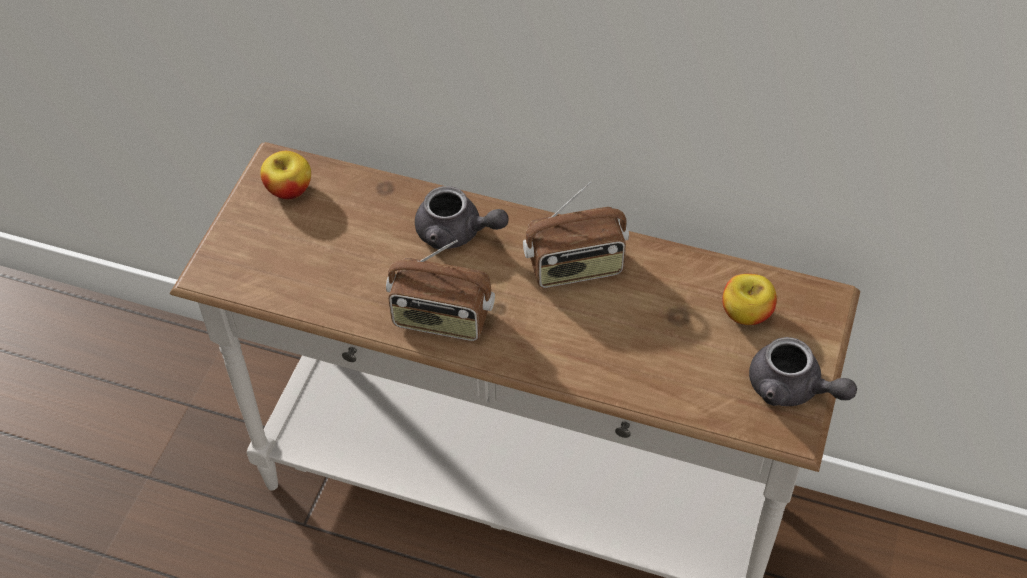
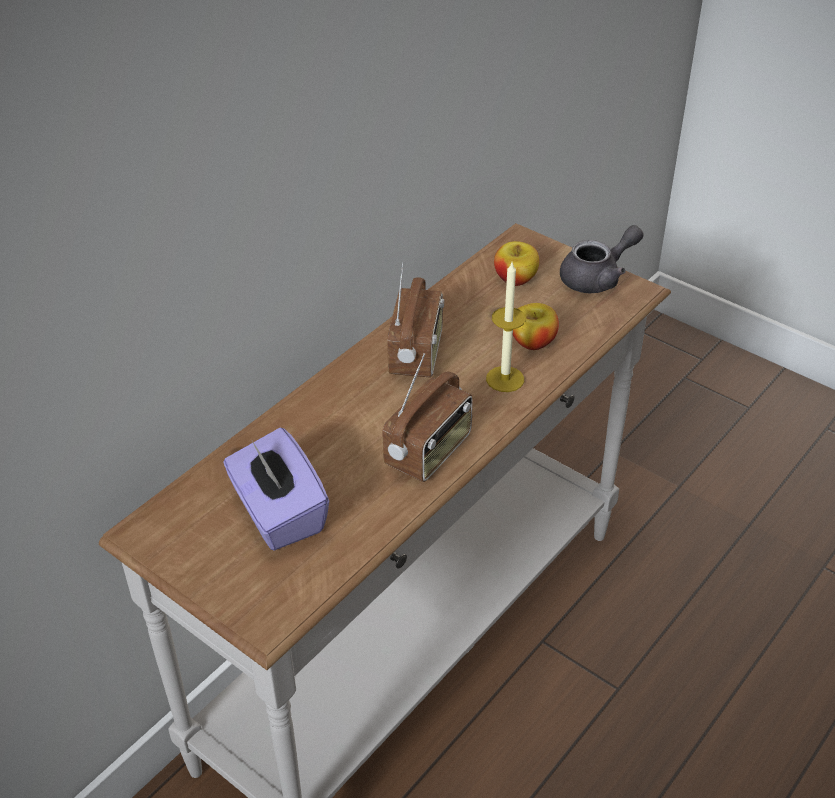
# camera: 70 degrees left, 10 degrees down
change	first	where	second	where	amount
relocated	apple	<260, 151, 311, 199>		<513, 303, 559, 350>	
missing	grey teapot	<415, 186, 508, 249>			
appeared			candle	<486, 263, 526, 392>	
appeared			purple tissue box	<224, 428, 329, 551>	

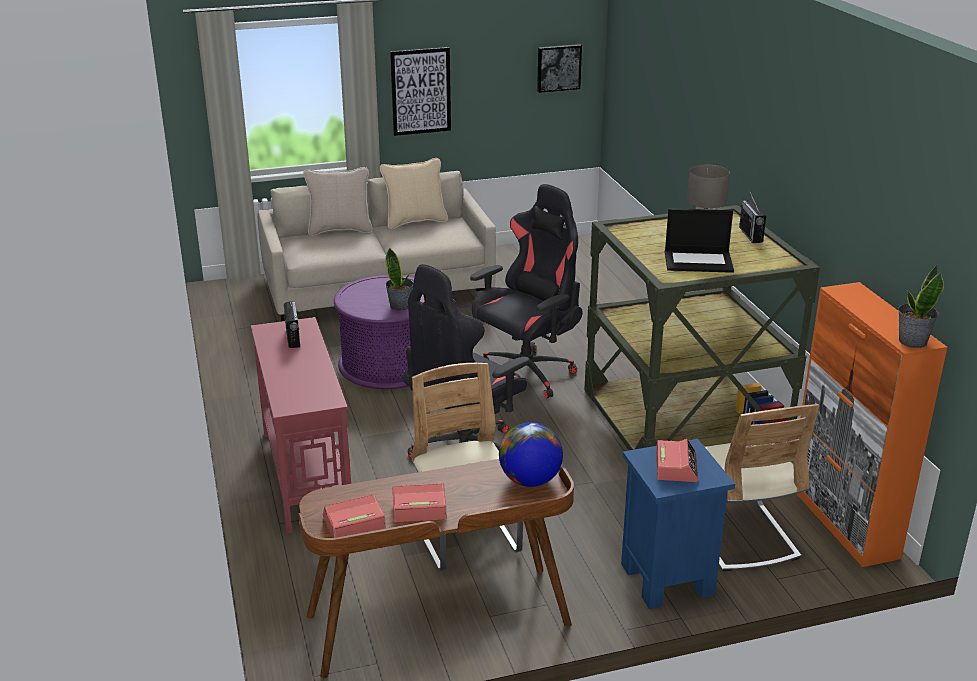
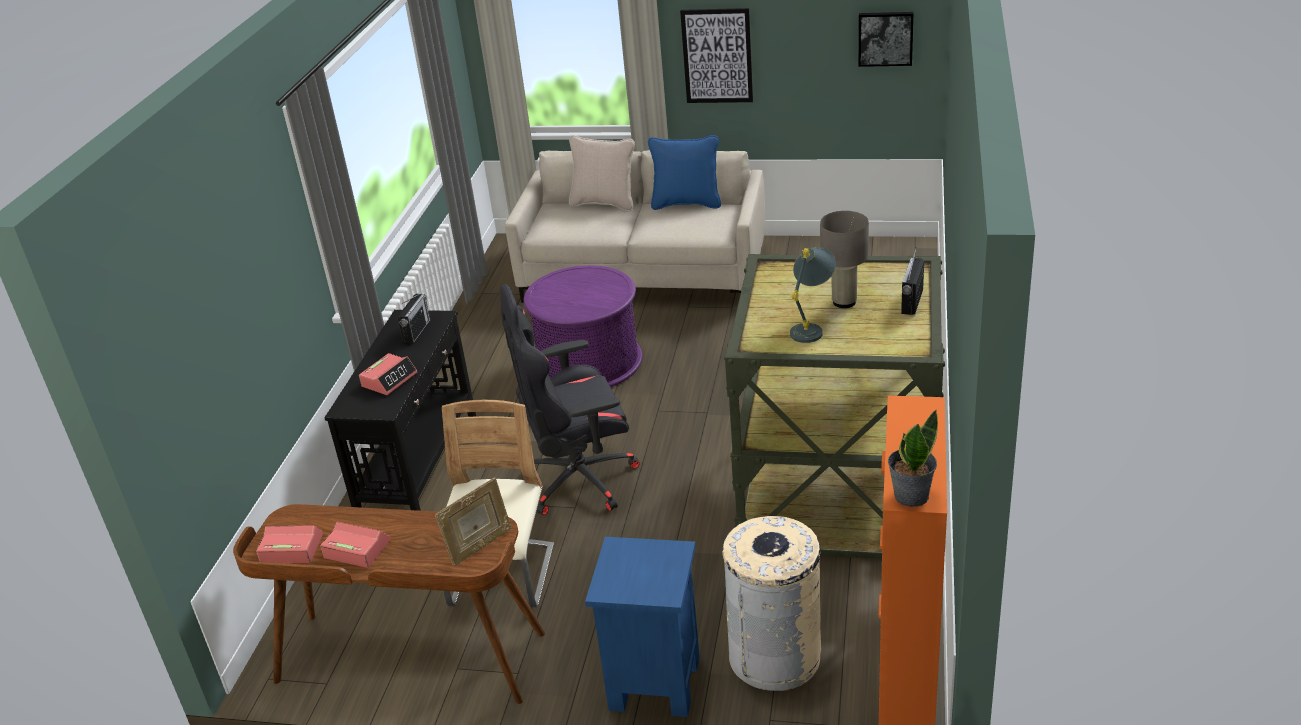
# camera: 30 degrees right, 5 degrees up
change	first	where	second	where	amount
colour	beige pillow	<380, 158, 448, 229>	blue pillow	<648, 135, 721, 210>	
missing	black office chair	<470, 184, 583, 398>			
exchanged	laptop	<665, 209, 734, 273>	grey table lamp	<790, 247, 836, 343>	
missing	potted plant	<385, 247, 413, 311>			
colour	red console table	<251, 317, 351, 534>	black console table	<324, 310, 476, 511>	
exchanged	beige chair	<705, 404, 820, 571>	beige trash can	<722, 516, 821, 691>	
exchanged	globe	<499, 422, 563, 487>	picture frame	<435, 477, 512, 566>	
relocated	alarm clock	<656, 439, 699, 482>		<359, 353, 417, 395>	

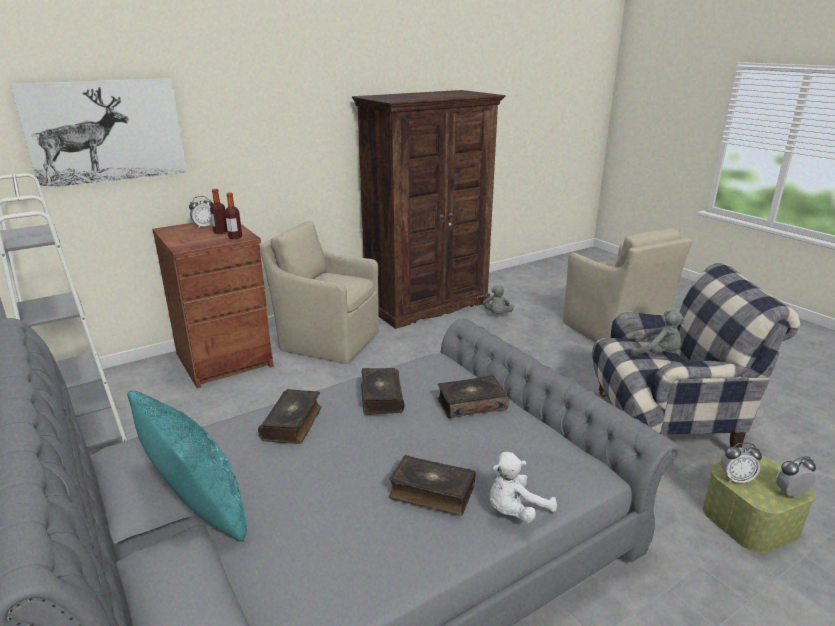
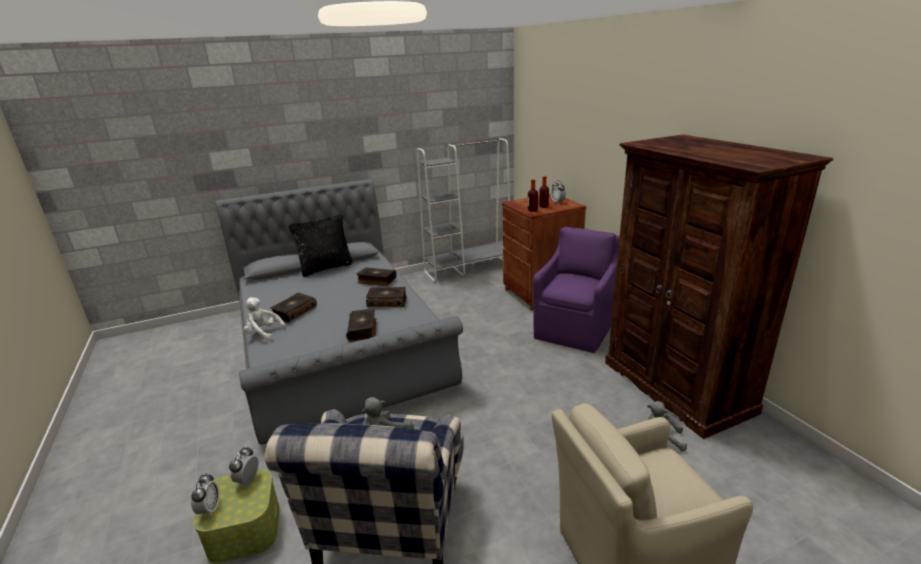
# camera: 100 degrees right, 0 degrees up
change	first	where	second	where	amount
missing	picture	<10, 78, 186, 189>			
colour	beige armchair	<260, 221, 379, 364>	purple armchair	<533, 227, 620, 353>	
colour	turquoise pillow	<127, 390, 247, 542>	black pillow	<289, 214, 353, 277>	
spun	white plush toy	<489, 452, 557, 523>		<243, 297, 286, 341>	45 degrees counterclockwise

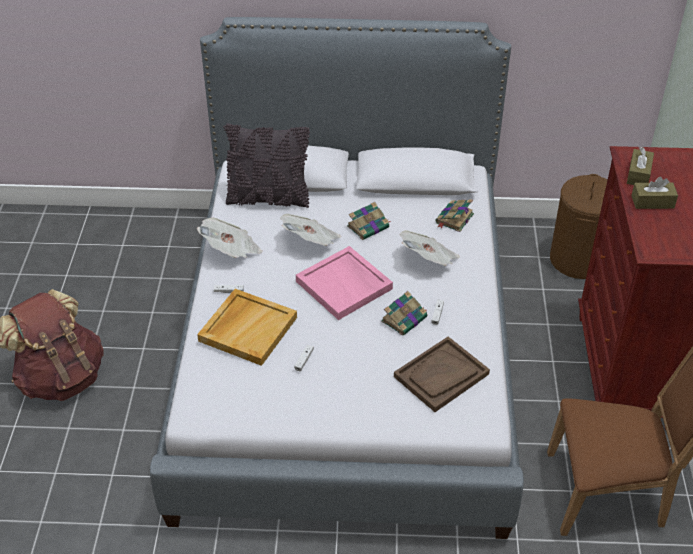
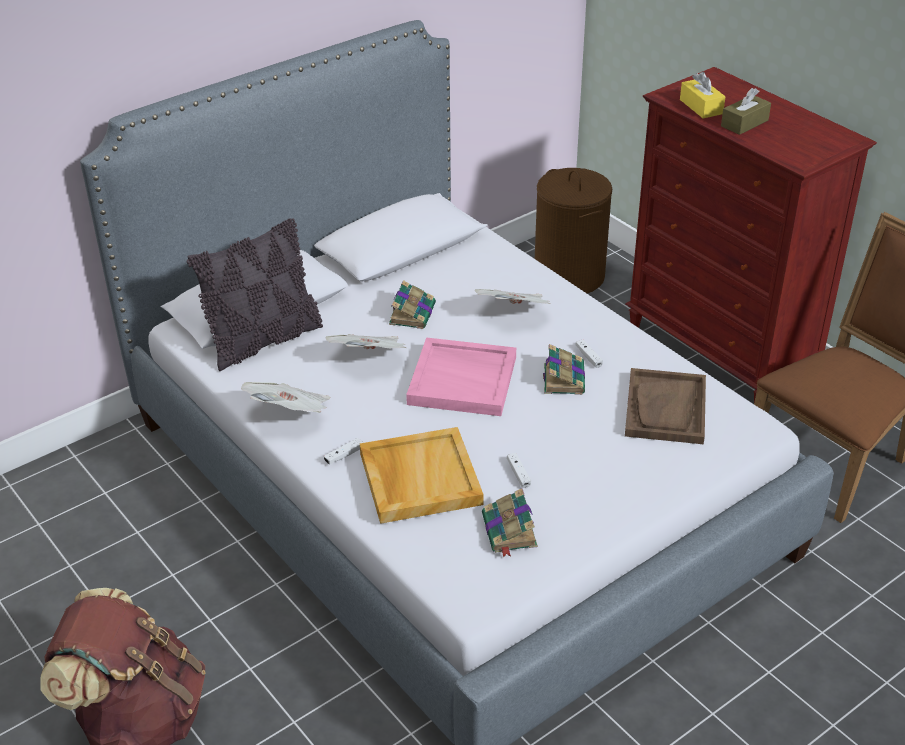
# camera: 40 degrees left, 5 degrees down
change	first	where	second	where	amount
colour	brown tissue box	<627, 147, 654, 185>	yellow tissue box	<680, 71, 726, 118>	
relocated	book	<436, 199, 474, 232>		<482, 488, 538, 557>	

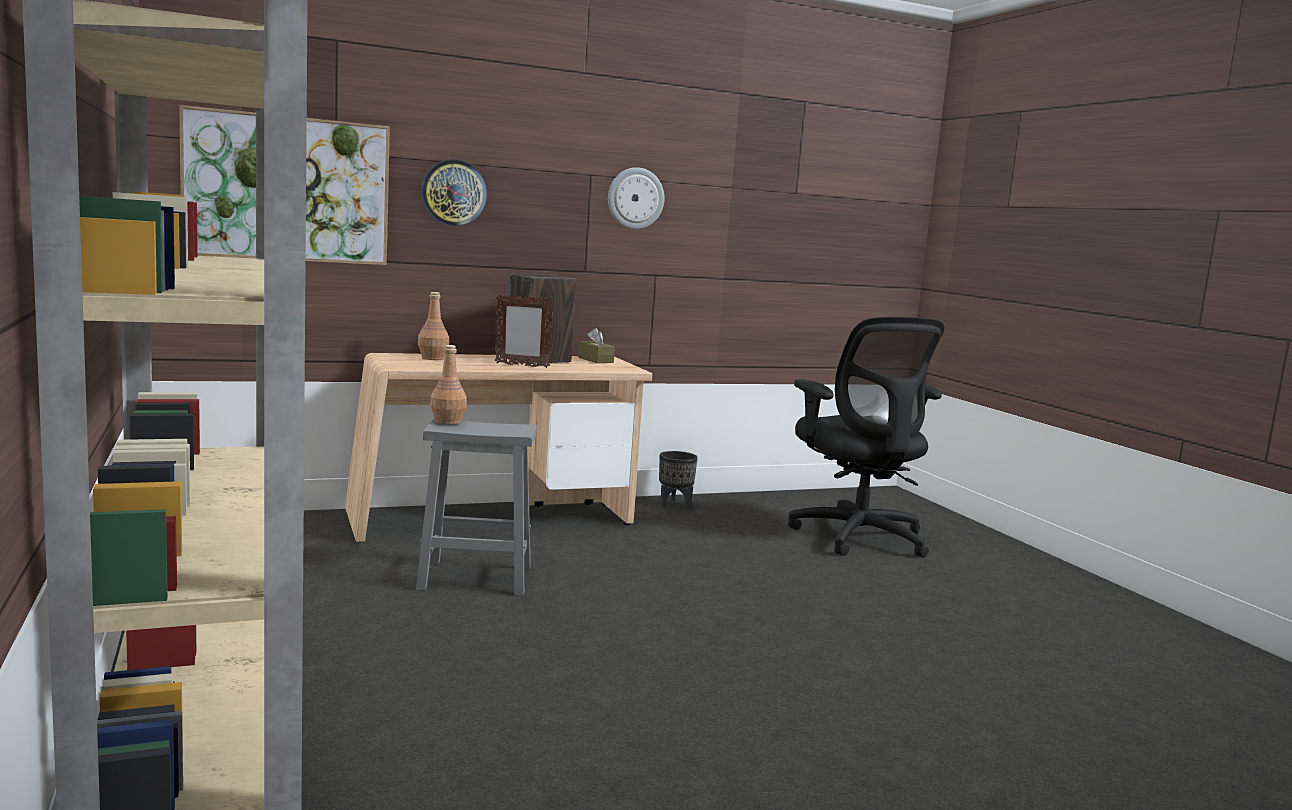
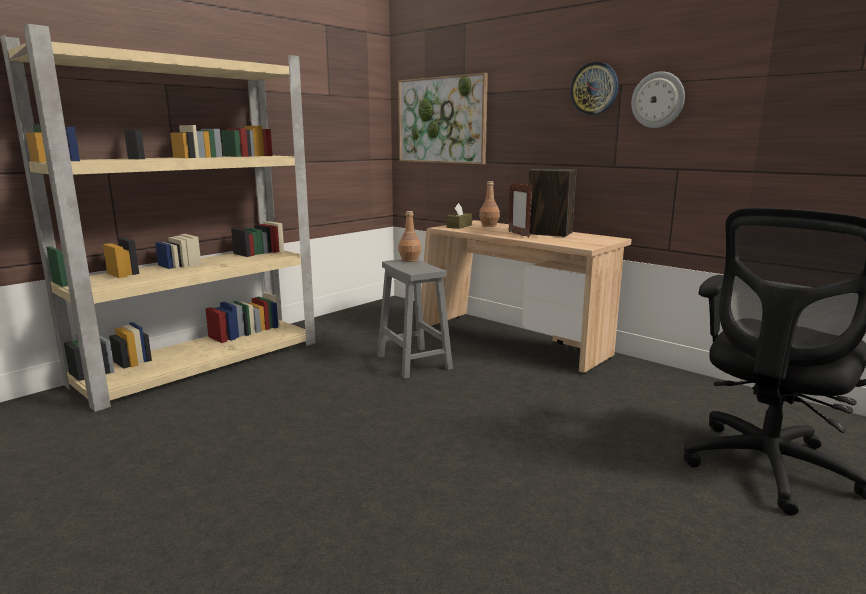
# camera: 65 degrees right, 5 degrees up
change	first	where	second	where	amount
relocated	wall clock	<421, 159, 487, 226>		<570, 62, 618, 115>	
relocated	brown tissue box	<578, 328, 615, 363>		<447, 203, 472, 229>	
missing	black planter	<659, 451, 698, 508>			

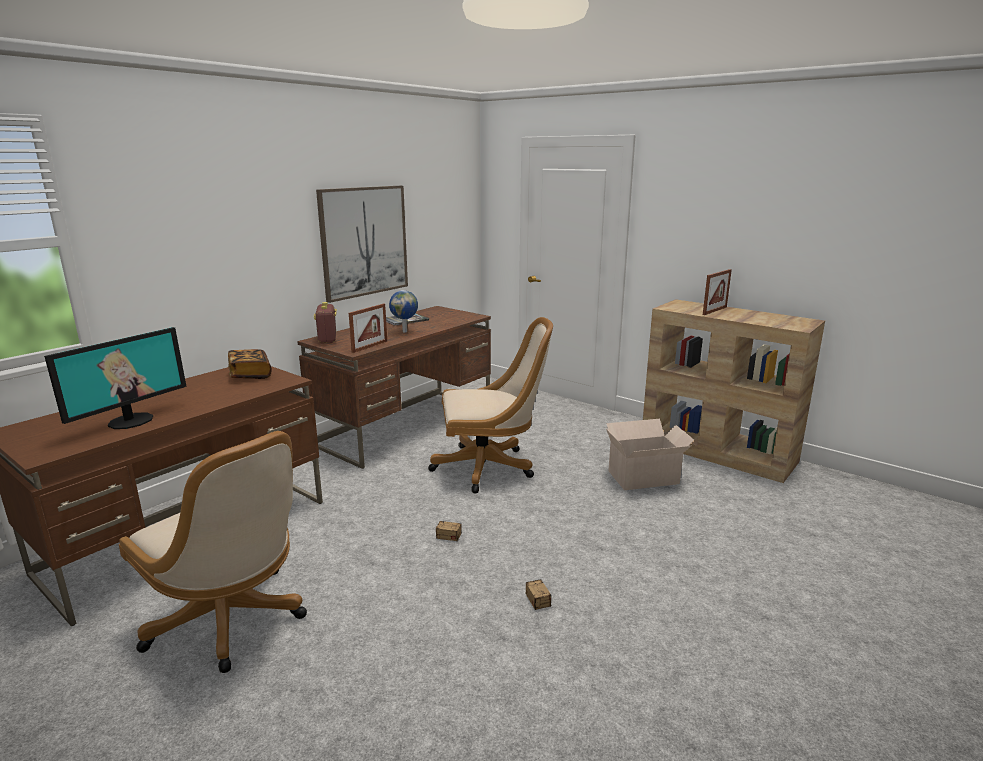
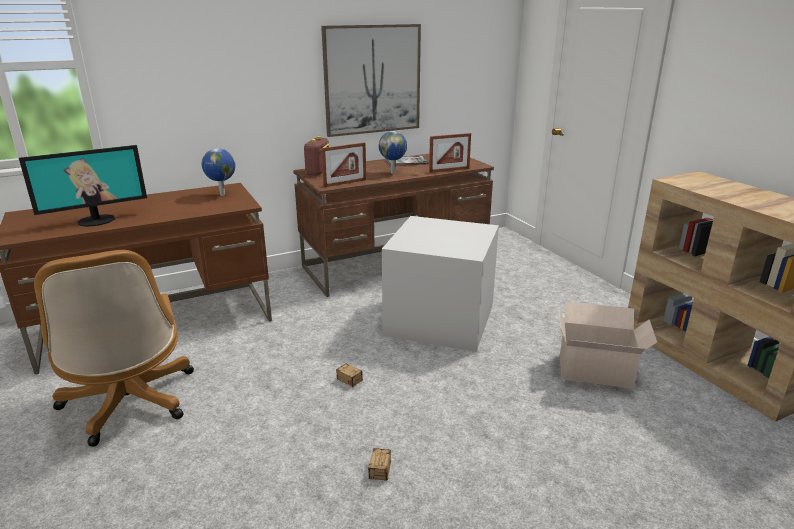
# camera: 25 degrees right, 5 degrees up
change	first	where	second	where	amount
relocated	picture frame	<703, 269, 732, 315>		<429, 133, 471, 173>	
exchanged	office chair	<428, 317, 553, 494>	grey storage box	<382, 216, 499, 352>	
exchanged	book	<228, 349, 272, 379>	globe	<202, 148, 236, 196>	

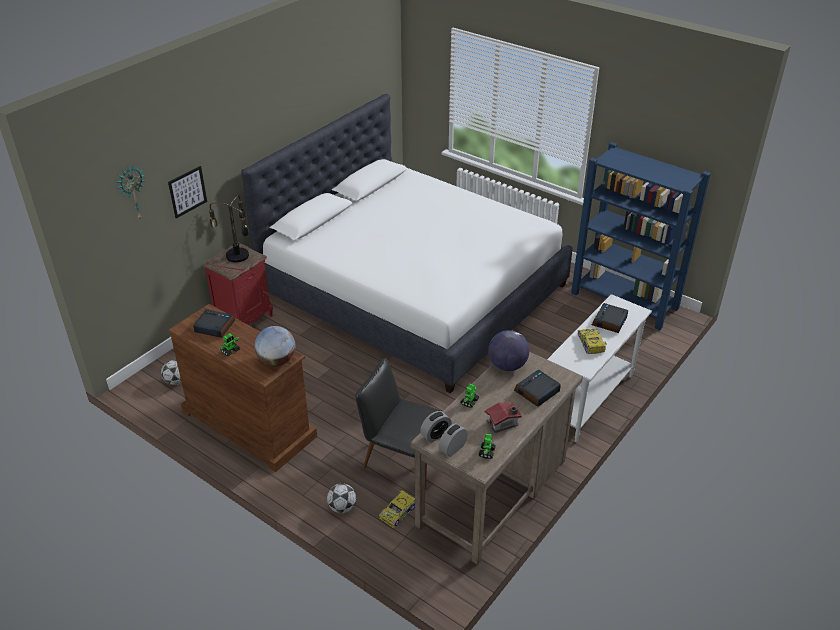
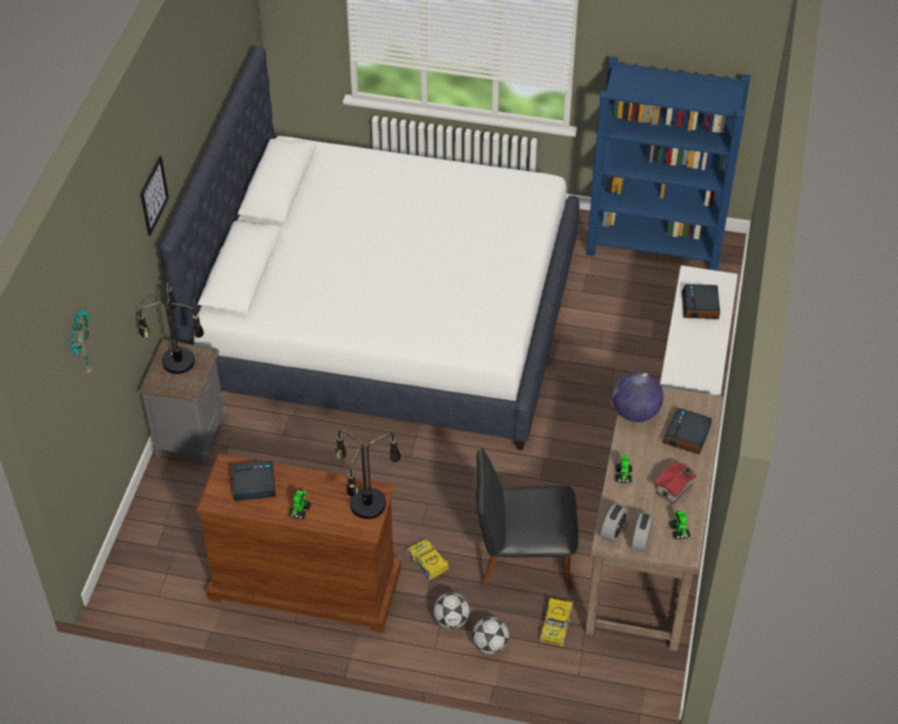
# camera: 25 degrees left, 10 degrees up
change	first	where	second	where	amount
relocated	picture	<168, 166, 207, 219>		<140, 155, 169, 236>	
colour	red nightstand	<202, 242, 273, 325>	grey nightstand	<140, 339, 229, 467>	
exchanged	globe	<254, 326, 295, 366>	table lamp	<336, 430, 401, 519>	
relocated	toy car	<577, 328, 606, 354>		<406, 539, 449, 580>	
relocated	football	<161, 360, 182, 385>		<433, 593, 470, 629>	

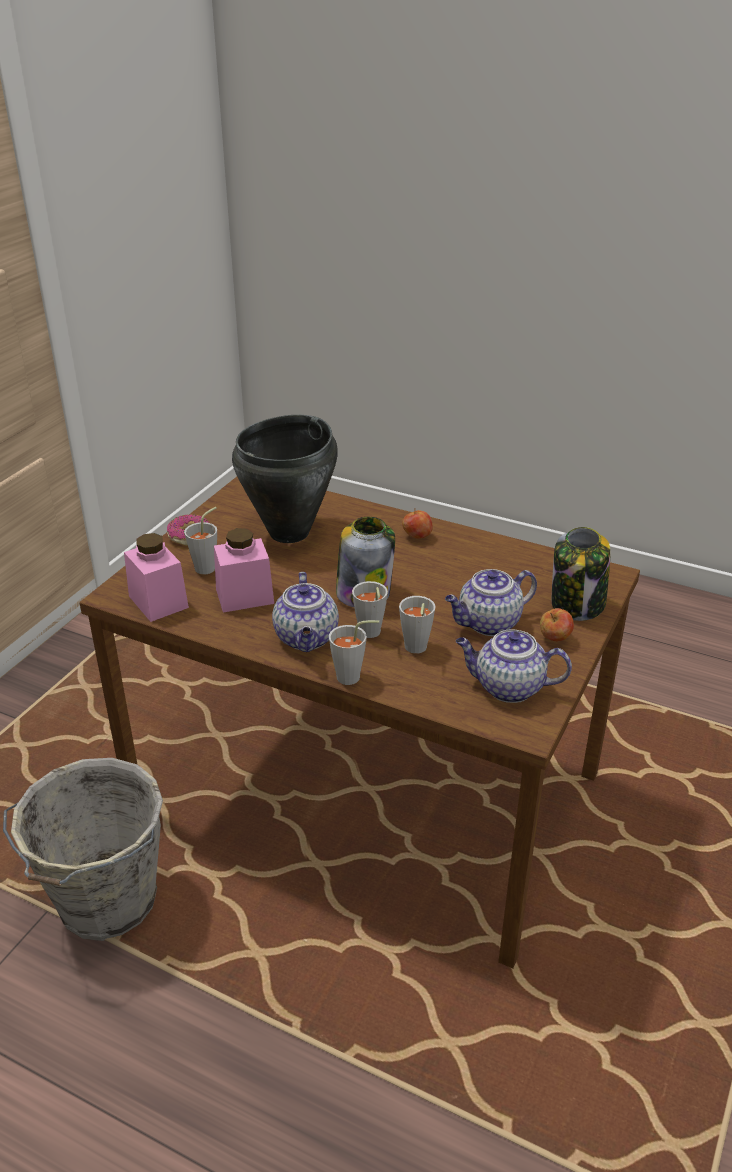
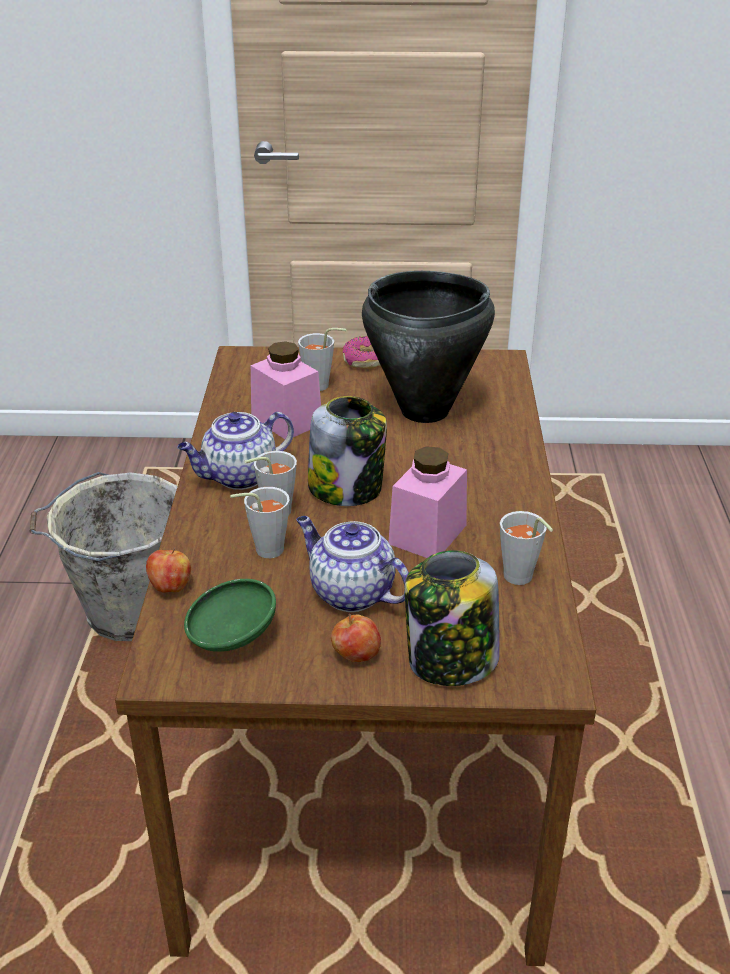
# camera: 65 degrees right, 0 degrees up
change	first	where	second	where	amount
relocated	apple	<402, 508, 433, 539>		<146, 547, 191, 593>	
relocated	pink jar	<124, 533, 189, 622>		<389, 446, 467, 558>	
relocated	grey cup	<329, 620, 379, 685>		<500, 511, 553, 585>	
exchanged	teapot	<456, 629, 572, 703>	green bowl	<184, 579, 276, 652>	

